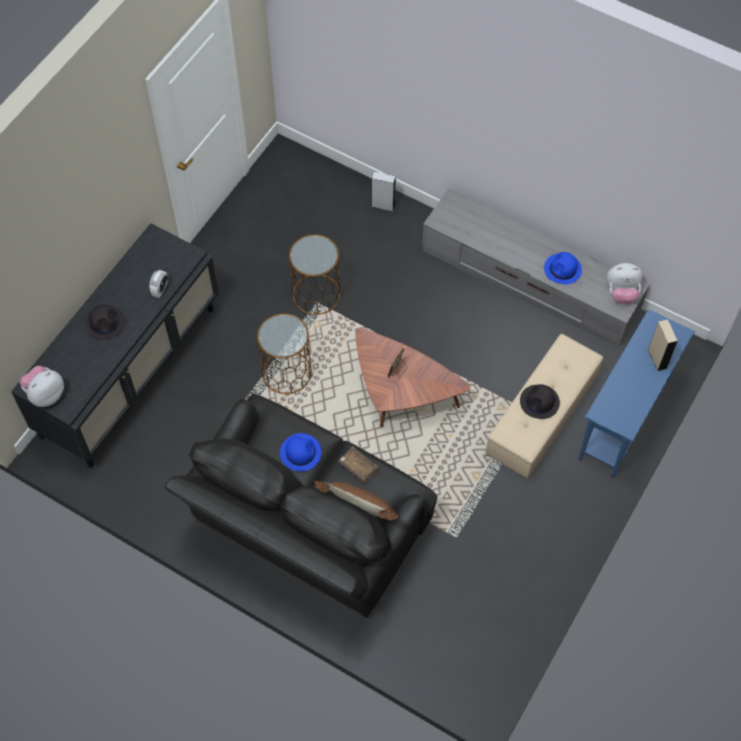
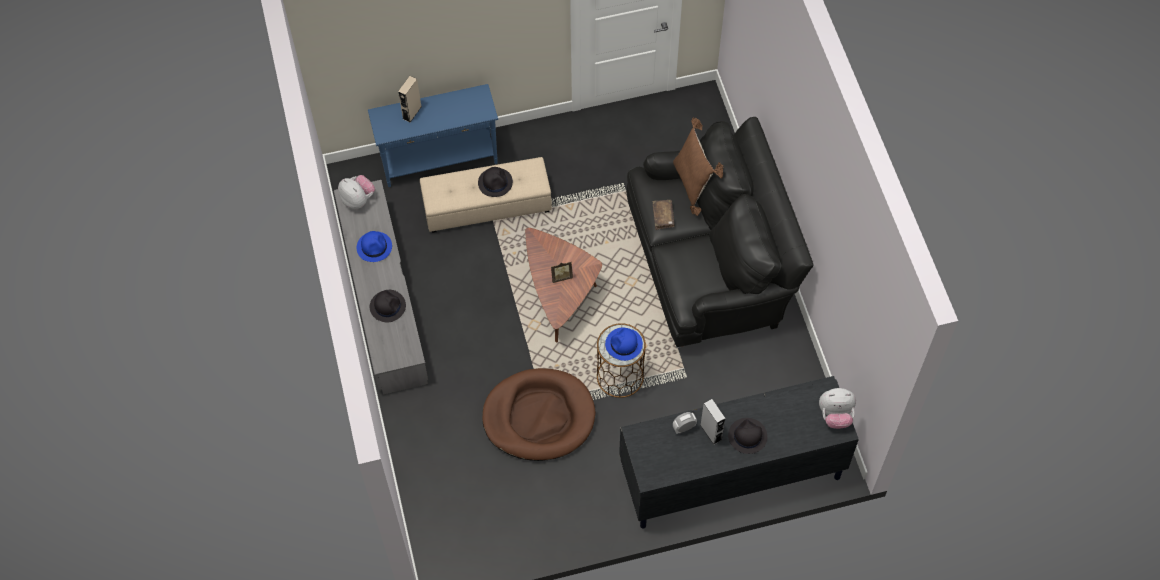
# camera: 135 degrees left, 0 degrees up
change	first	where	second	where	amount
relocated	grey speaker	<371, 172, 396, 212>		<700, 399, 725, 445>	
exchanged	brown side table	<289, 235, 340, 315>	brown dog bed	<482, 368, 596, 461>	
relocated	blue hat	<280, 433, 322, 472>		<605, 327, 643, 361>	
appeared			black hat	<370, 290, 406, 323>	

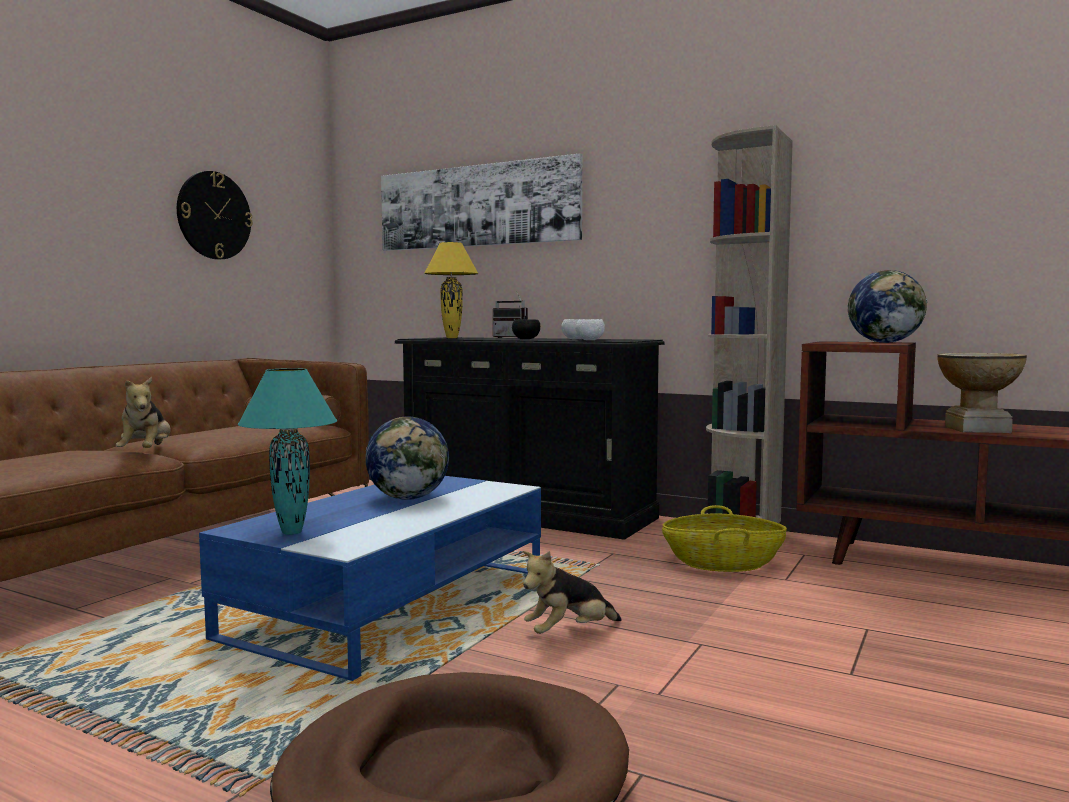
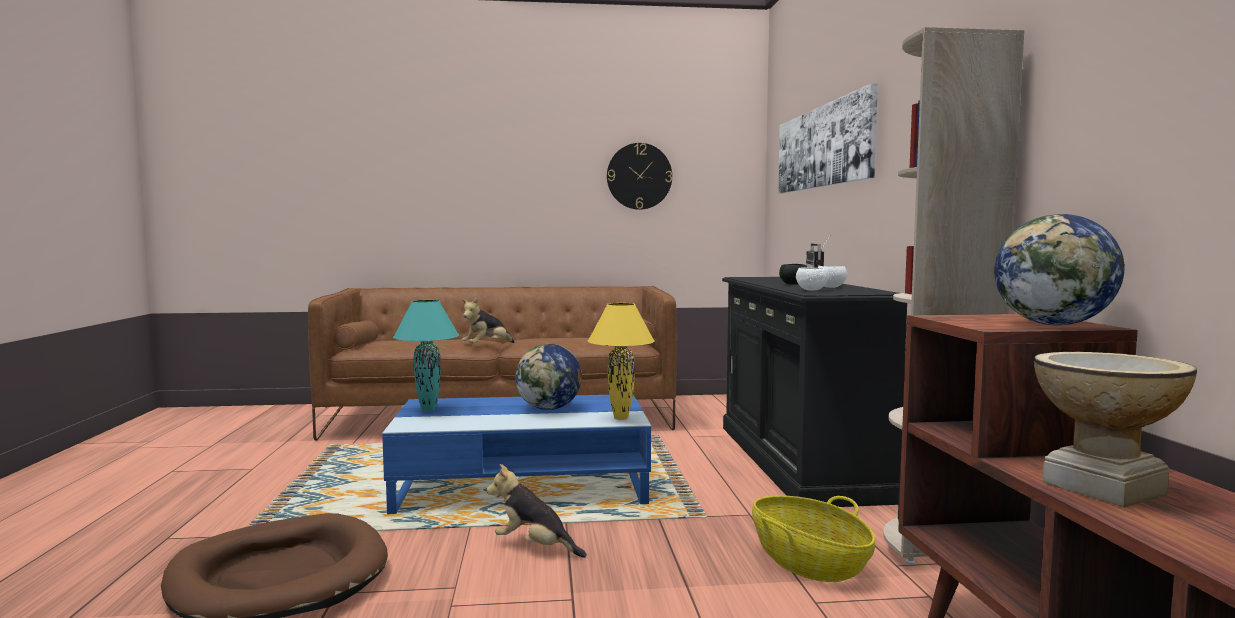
# camera: 55 degrees right, 0 degrees up
change	first	where	second	where	amount
relocated	yellow table lamp	<424, 242, 479, 338>		<588, 303, 655, 420>	

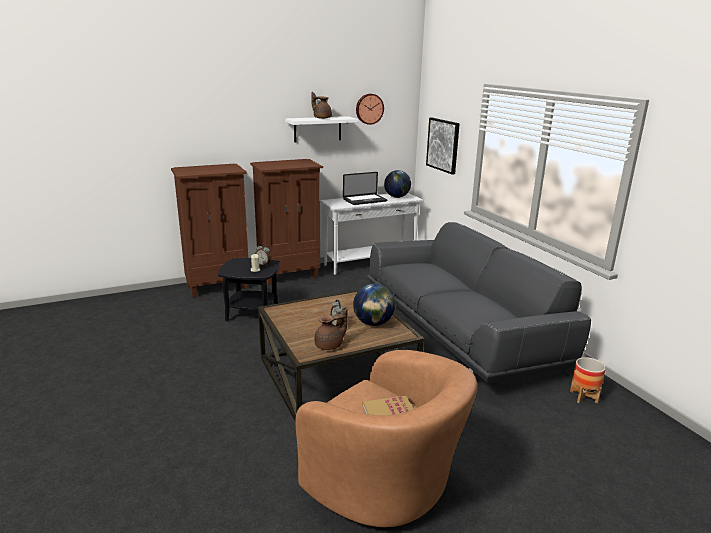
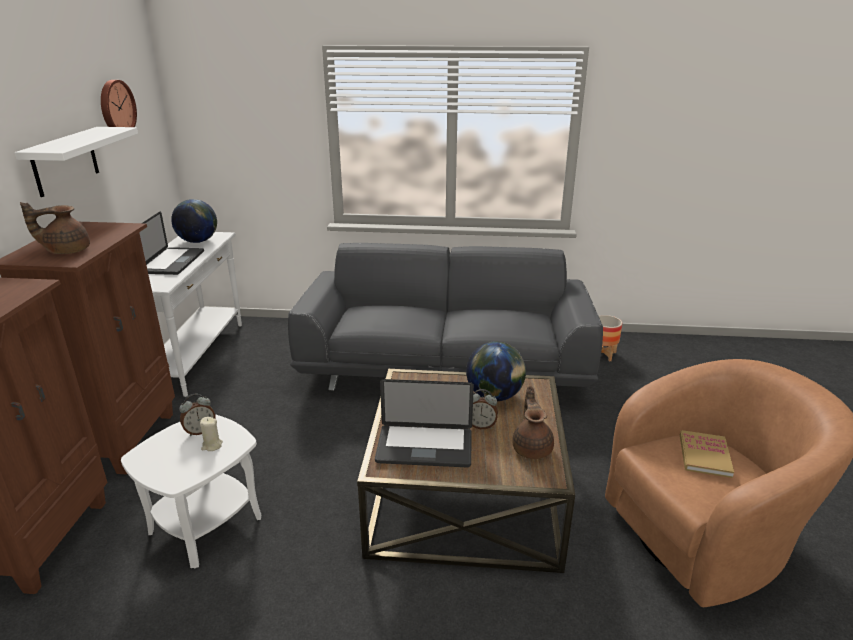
# camera: 60 degrees left, 5 degrees up
change	first	where	second	where	amount
relocated	brown teapot	<311, 92, 332, 119>		<20, 202, 90, 254>	
missing	picture	<426, 118, 460, 175>			
colour	black side table	<218, 258, 279, 321>	white side table	<121, 414, 261, 568>	
appeared			laptop	<375, 379, 474, 467>	

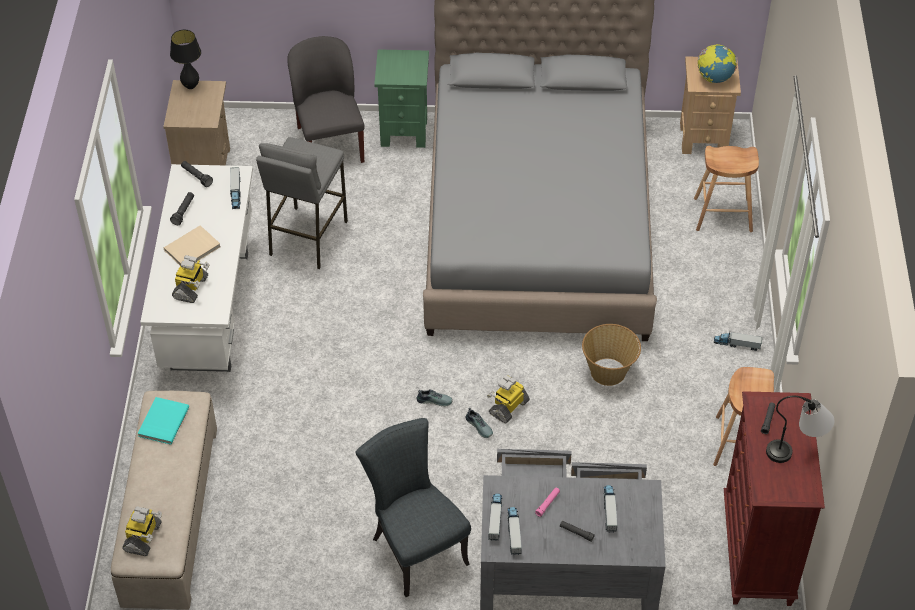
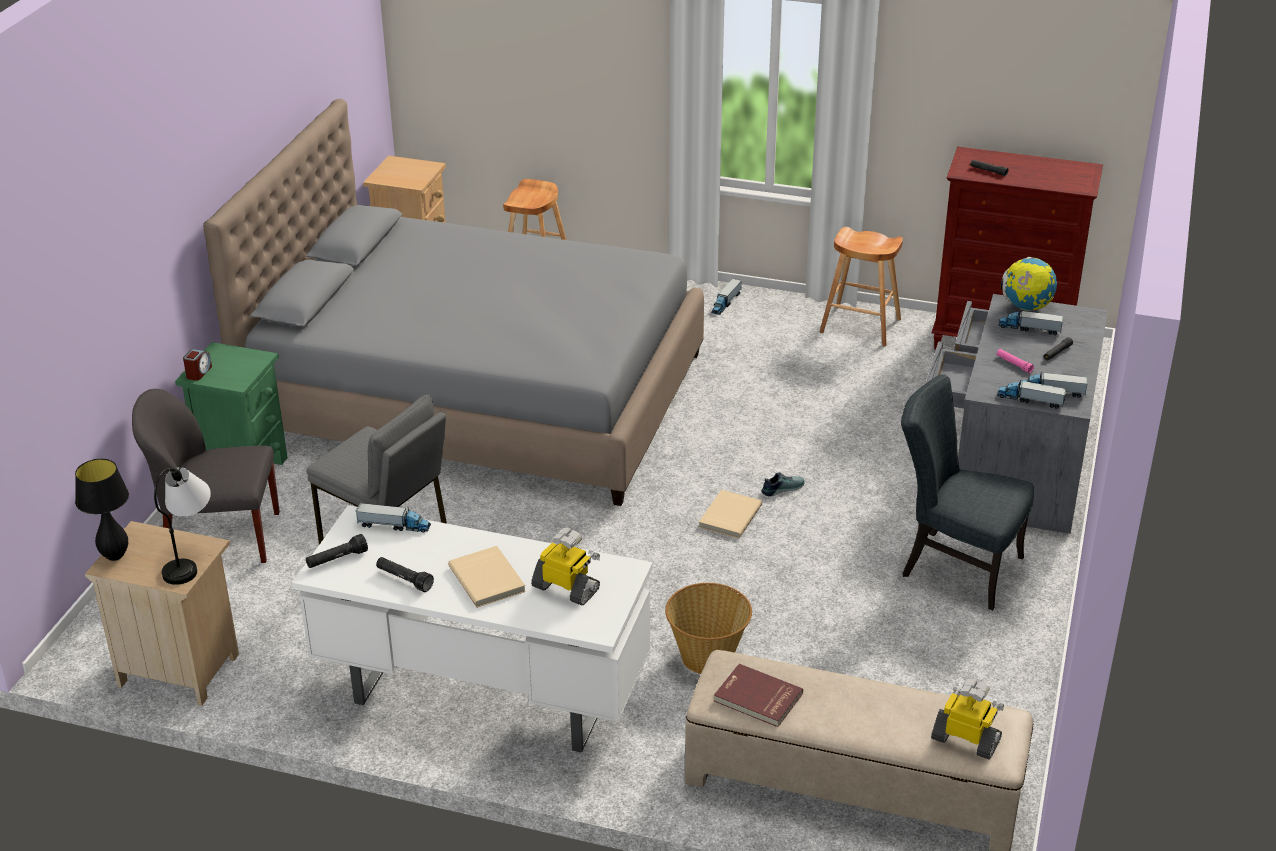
# camera: 75 degrees left, 15 degrees down
change	first	where	second	where	amount
relocated	globe	<698, 44, 737, 83>		<1000, 257, 1057, 311>	
relocated	basket	<582, 324, 641, 386>		<665, 583, 752, 674>	
missing	toy robot	<487, 375, 530, 423>			
exchanged	shoe	<417, 389, 453, 407>	beige book	<699, 490, 762, 539>	
relocated	table lamp	<766, 396, 834, 463>		<154, 467, 211, 585>	
colour	turquoise book	<138, 397, 189, 445>	red book	<714, 664, 803, 727>	
spun	grey chair	<356, 418, 471, 597>		<901, 374, 1034, 610>	45 degrees clockwise
appeared			alarm clock	<183, 349, 212, 381>	

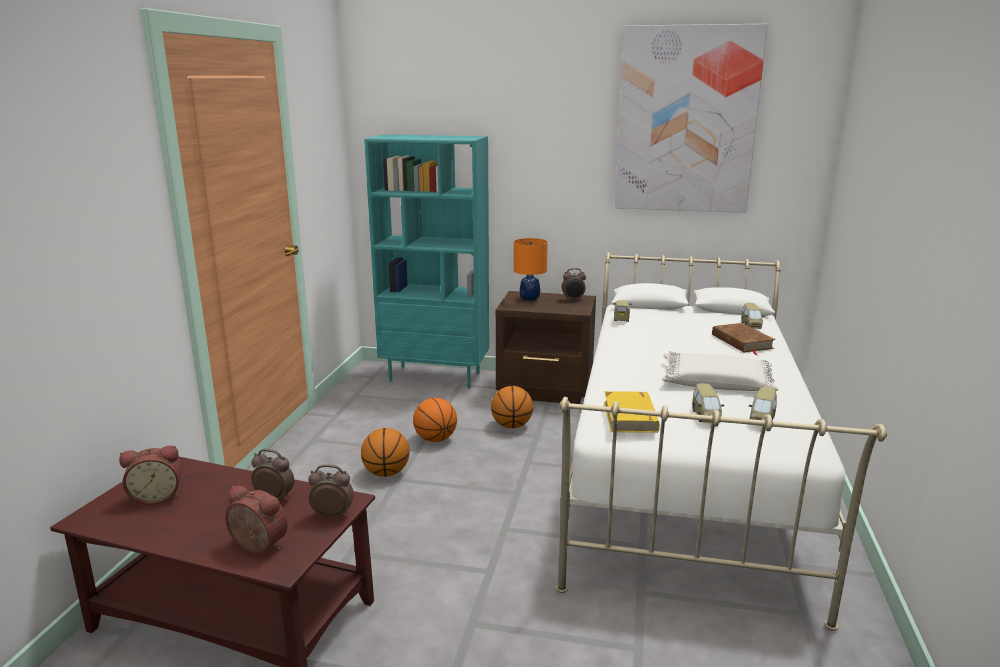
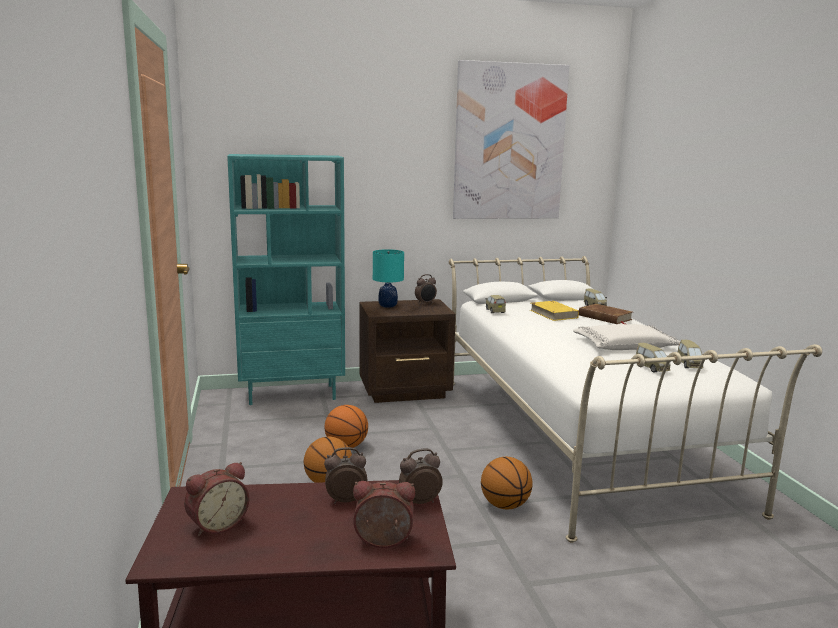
# camera: 25 degrees left, 5 degrees down
change	first	where	second	where	amount
colour	orange table lamp	<514, 238, 548, 301>	turquoise table lamp	<373, 249, 404, 308>	
relocated	basketball	<491, 386, 533, 428>		<481, 457, 533, 509>	
relocated	yellow book	<604, 391, 660, 433>		<530, 301, 579, 321>	

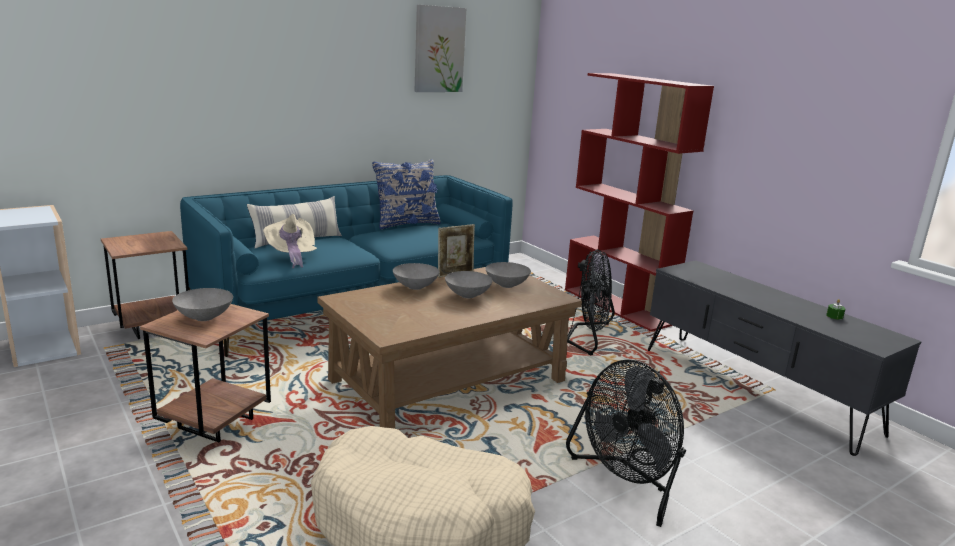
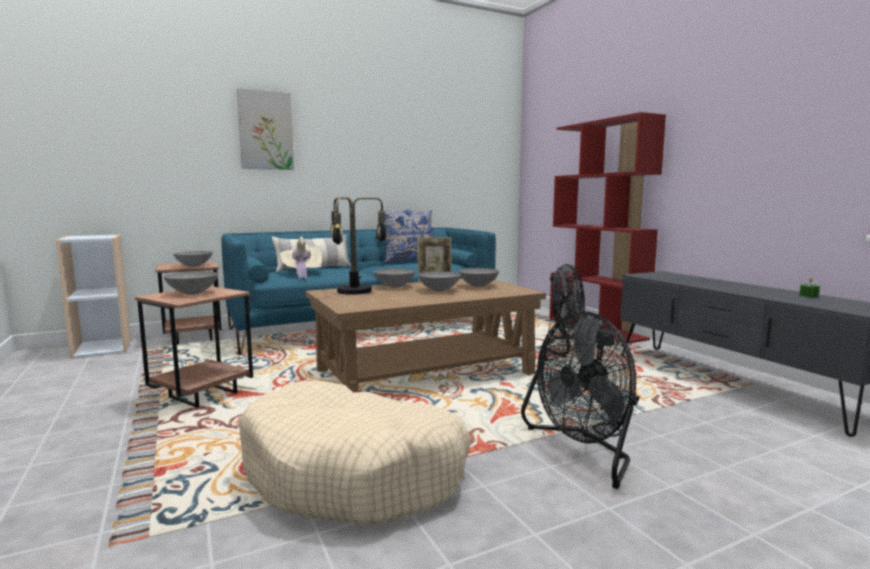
# camera: 10 degrees right, 10 degrees down
change	first	where	second	where	amount
relocated	picture	<414, 5, 466, 92>		<237, 88, 294, 170>	
appeared			table lamp	<330, 197, 386, 295>	
appeared			grey bowl	<173, 251, 213, 267>	

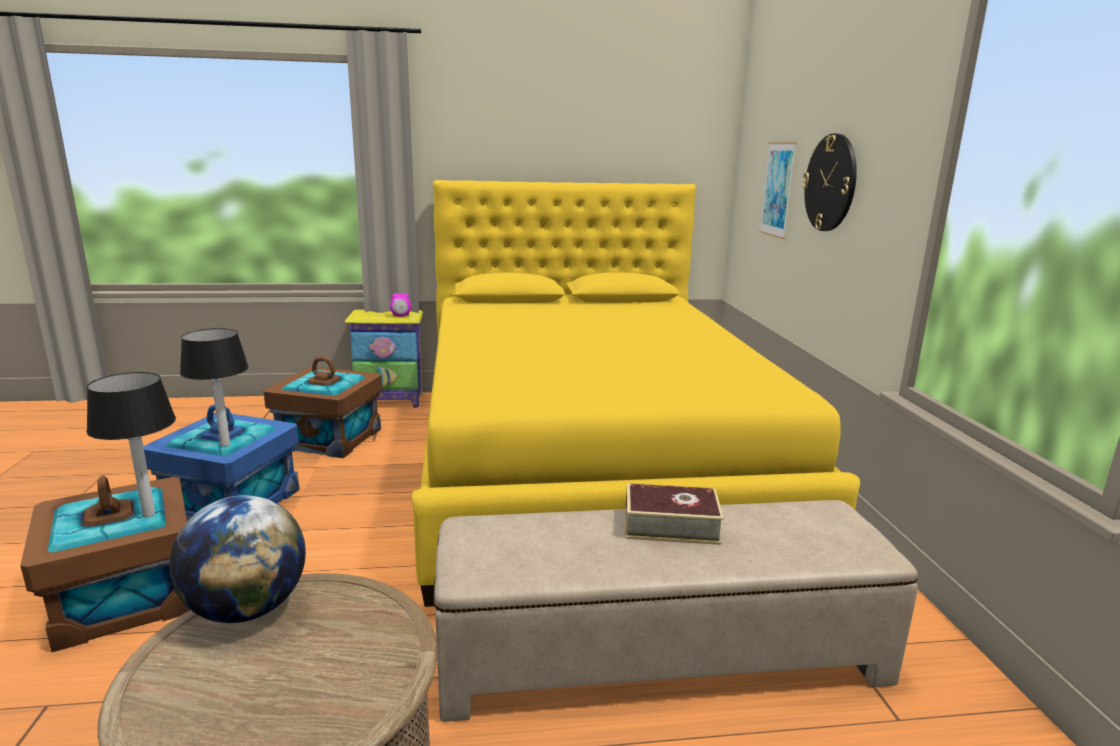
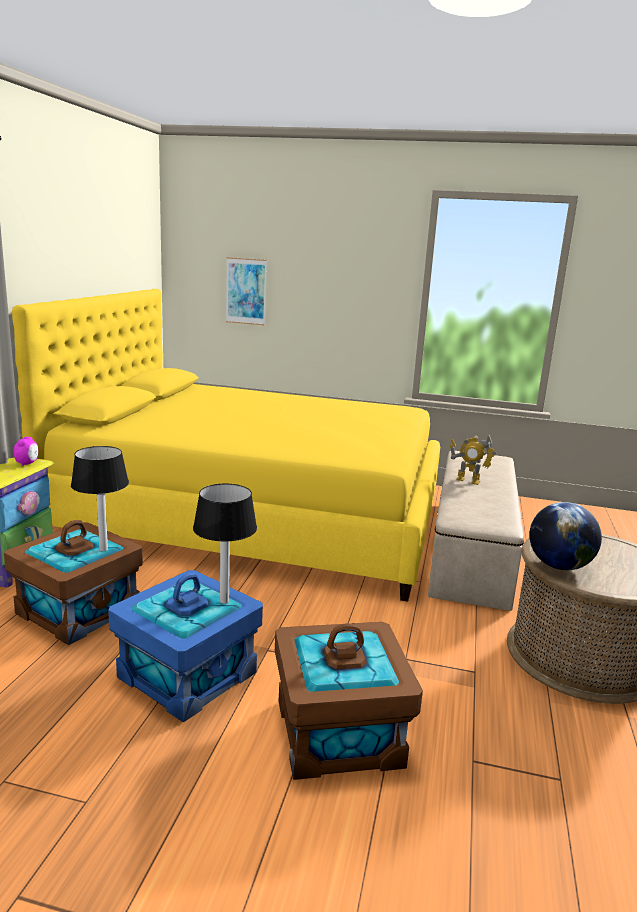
# camera: 70 degrees left, 0 degrees up
change	first	where	second	where	amount
missing	wall clock	<802, 134, 857, 231>			
relocated	table lamp	<86, 372, 176, 517>		<71, 446, 129, 552>	
exchanged	book	<626, 483, 724, 545>	toy robot	<450, 435, 496, 485>	

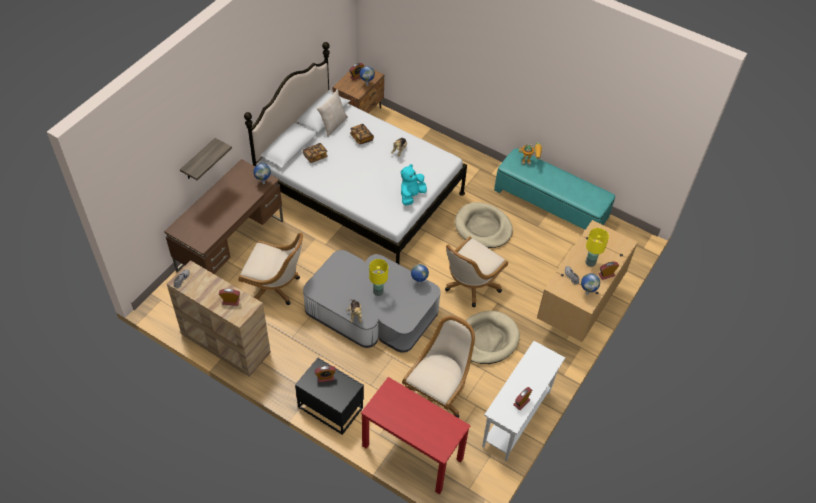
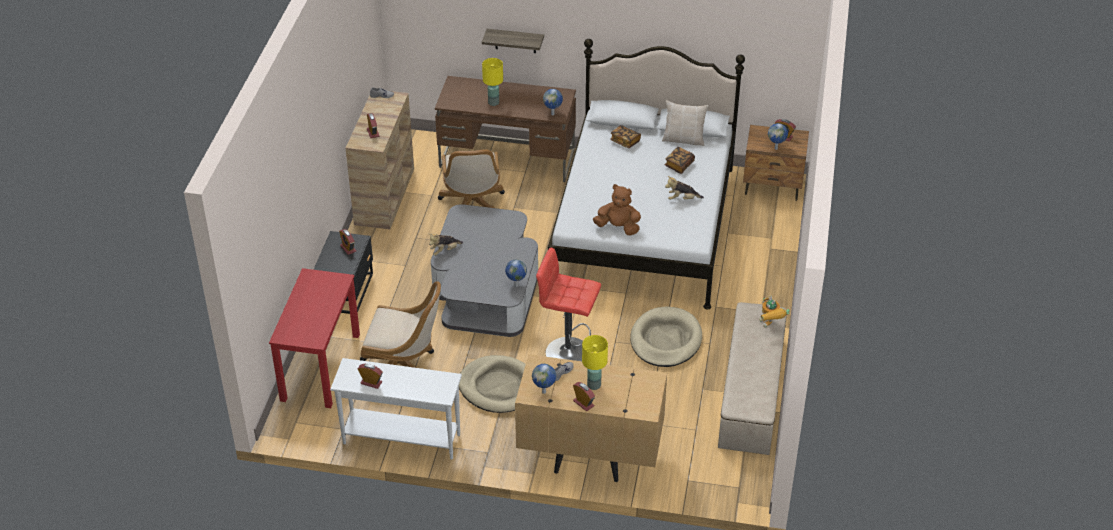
# camera: 70 degrees right, 10 degrees down
change	first	where	second	where	amount
colour	turquoise bench	<494, 148, 615, 230>	beige bench	<718, 302, 787, 455>	
colour	turquoise plush toy	<401, 164, 427, 205>	brown plush toy	<593, 184, 641, 235>	
exchanged	office chair	<445, 236, 508, 307>	red stool	<536, 248, 601, 361>	
relocated	yellow table lamp	<369, 259, 388, 296>		<482, 58, 503, 106>	

